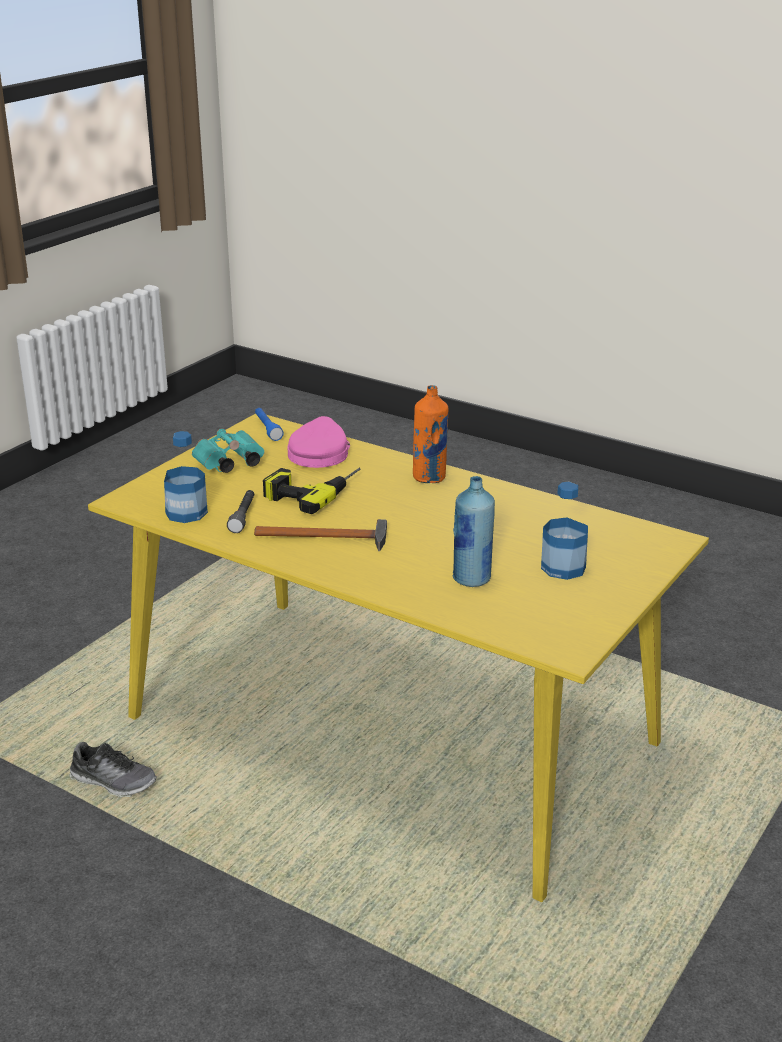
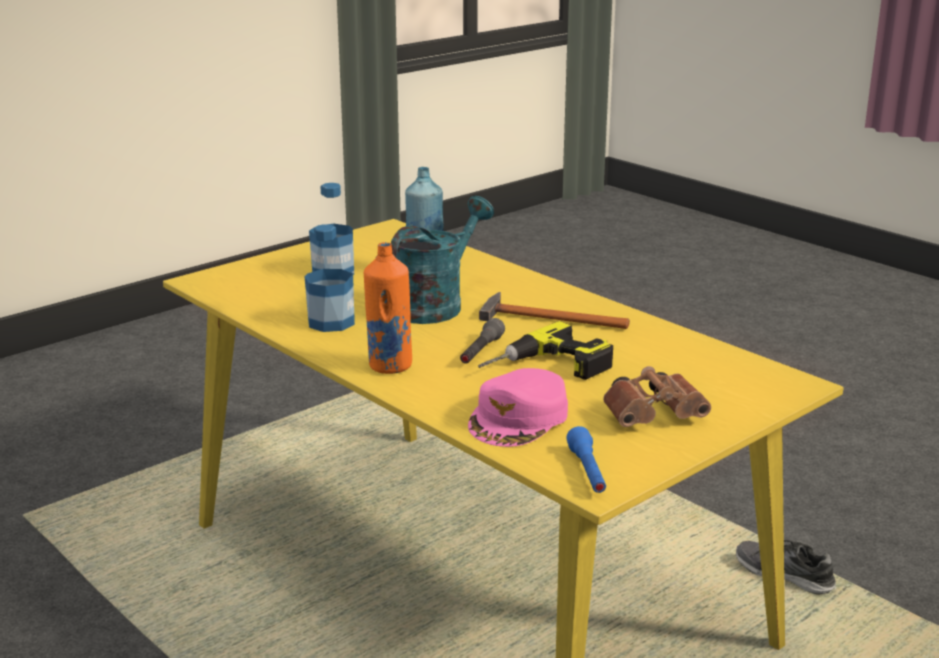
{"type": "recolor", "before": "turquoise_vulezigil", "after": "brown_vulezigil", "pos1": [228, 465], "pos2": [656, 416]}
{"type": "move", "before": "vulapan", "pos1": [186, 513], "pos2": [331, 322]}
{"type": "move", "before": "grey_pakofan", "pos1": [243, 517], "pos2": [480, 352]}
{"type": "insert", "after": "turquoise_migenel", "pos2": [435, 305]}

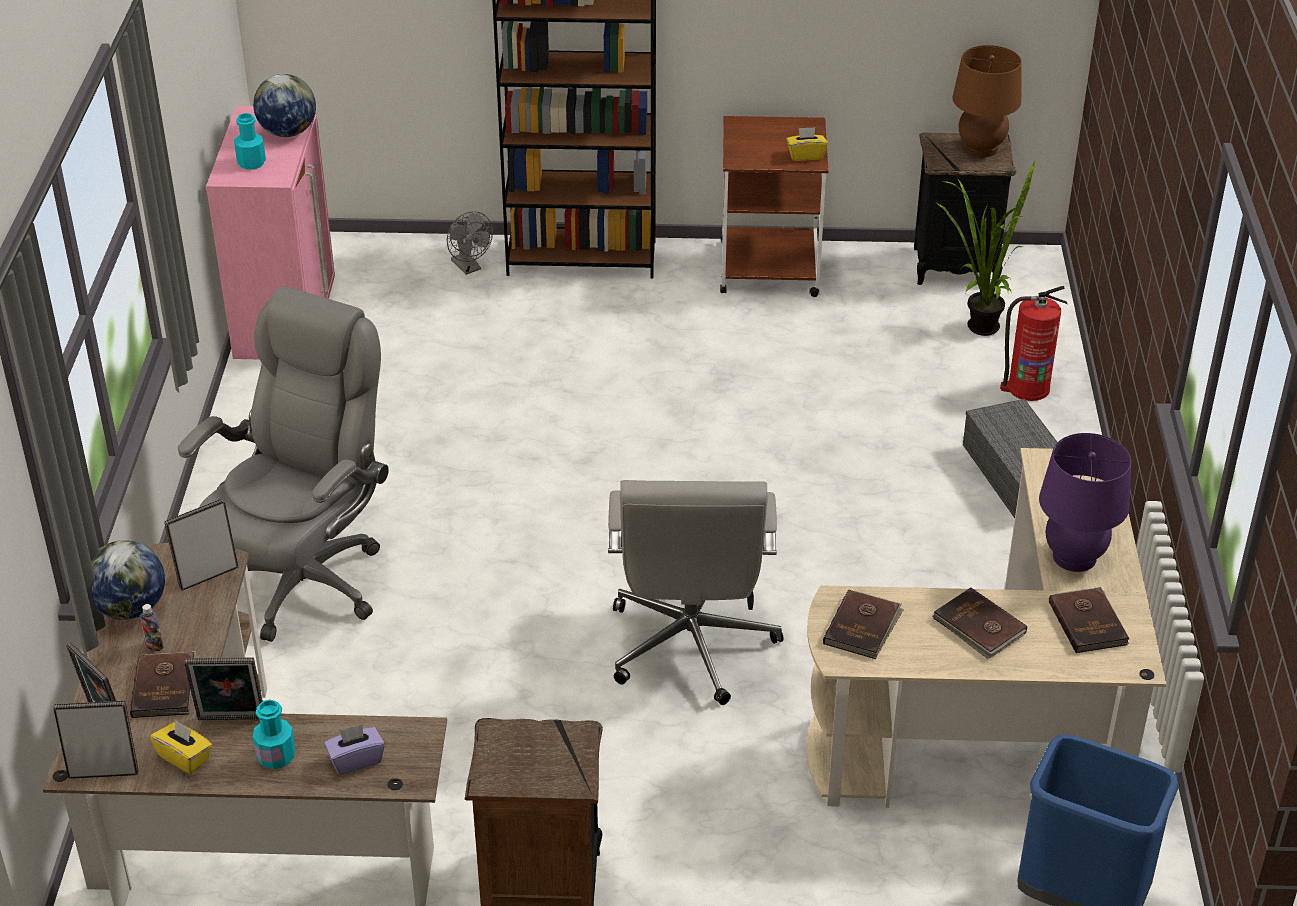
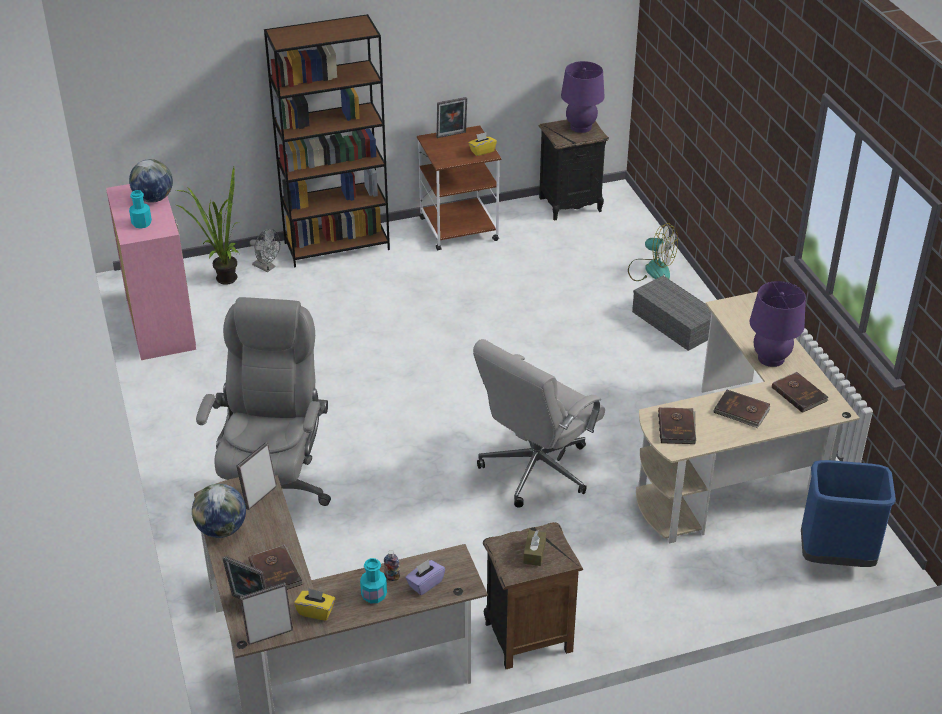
{"type": "recolor", "before": "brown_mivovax", "after": "purple_mivovax", "pos1": [981, 148], "pos2": [581, 127]}
{"type": "move", "before": "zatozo", "pos1": [975, 325], "pos2": [221, 279]}
{"type": "replace", "before": "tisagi", "after": "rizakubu", "pos1": [1027, 388], "pos2": [651, 269]}
{"type": "rotate", "before": "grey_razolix", "pos1": [691, 642], "pos2": [537, 468], "turn": 60}
{"type": "move", "before": "vulapan", "pos1": [154, 646], "pos2": [392, 577]}
{"type": "move", "before": "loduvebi", "pos1": [231, 720], "pos2": [451, 135]}
{"type": "insert", "after": "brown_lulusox", "pos2": [534, 553]}

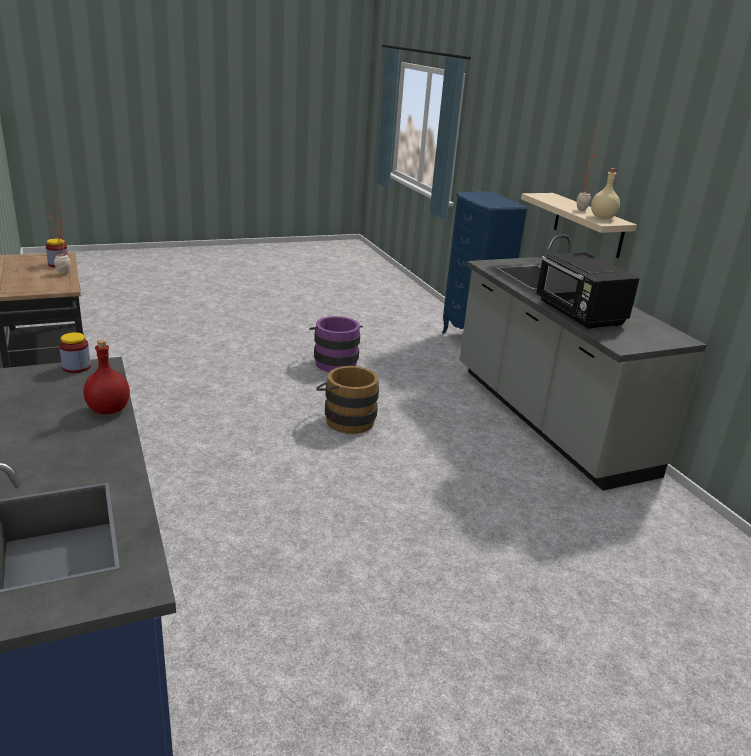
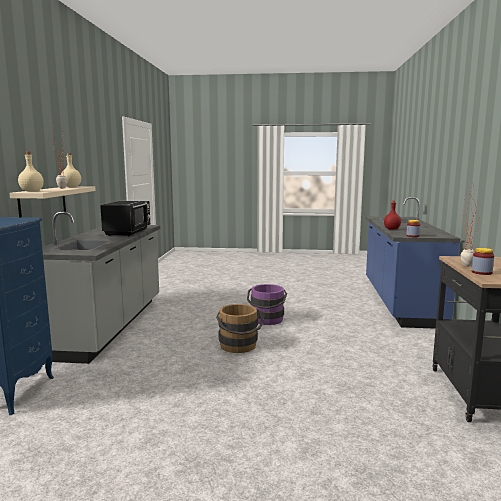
{"type": "move", "before": "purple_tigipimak", "pos1": [334, 362], "pos2": [267, 320]}
{"type": "insert", "after": "beige_vulapan", "pos2": [31, 191]}

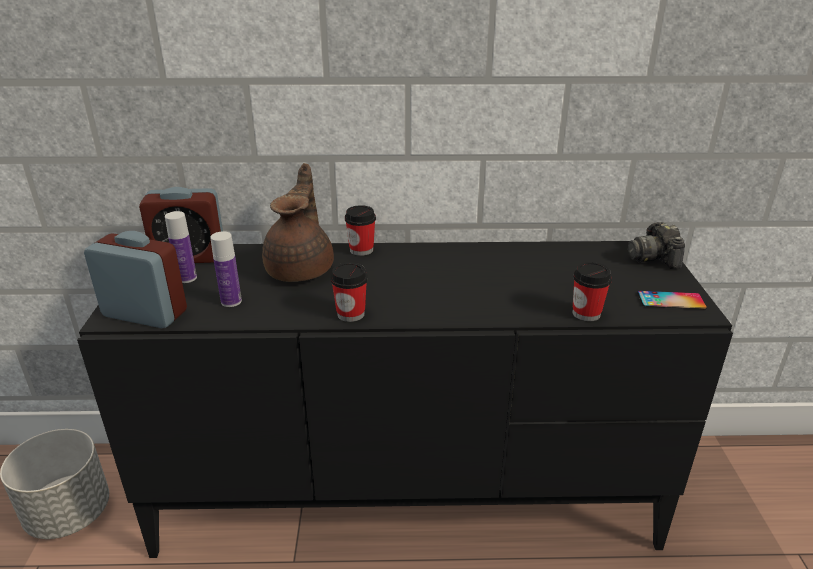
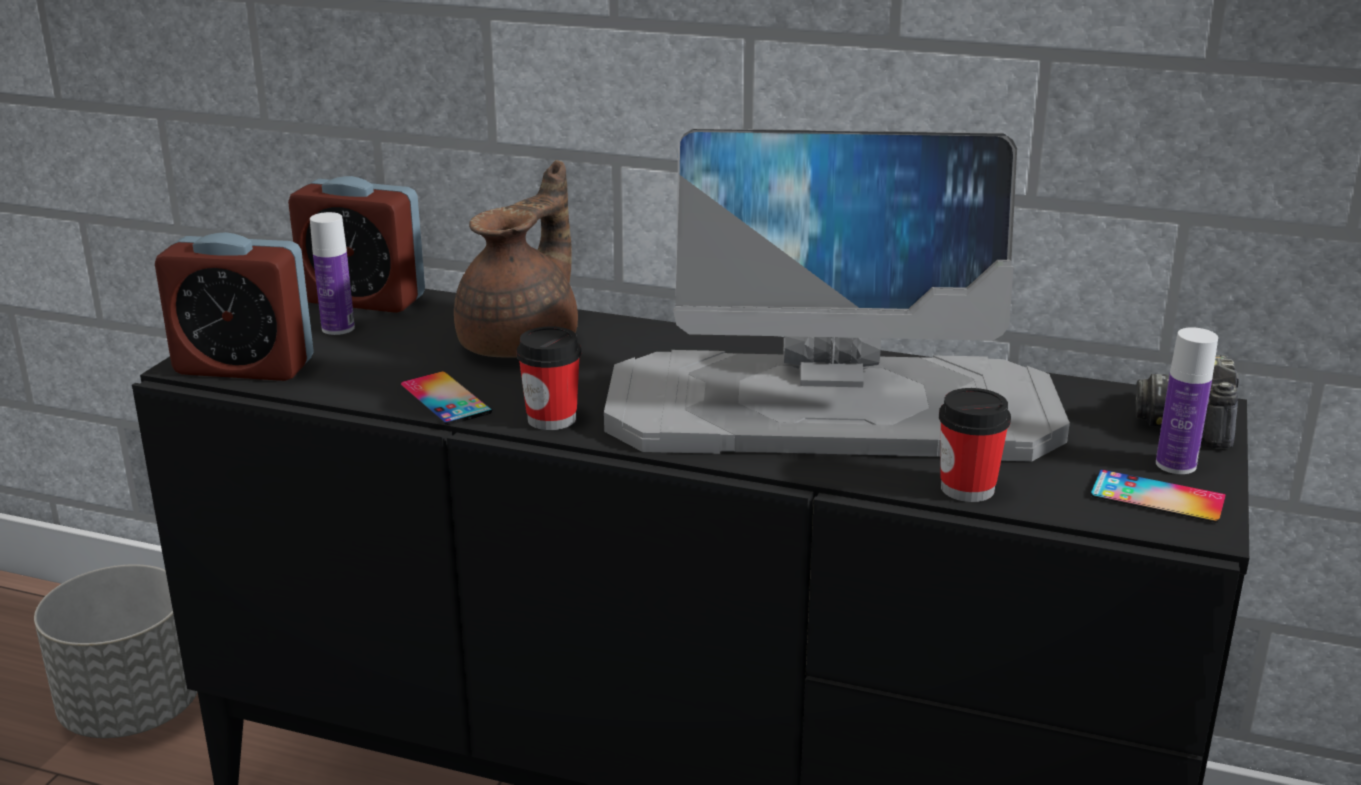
{"type": "delete", "before": "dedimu", "pos1": [361, 250]}
{"type": "rotate", "before": "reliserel", "pos1": [145, 314], "pos2": [244, 366], "turn": 150}
{"type": "move", "before": "vulapan", "pos1": [231, 301], "pos2": [1175, 465]}
{"type": "insert", "after": "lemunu", "pos2": [835, 411]}
{"type": "insert", "after": "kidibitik", "pos2": [445, 399]}

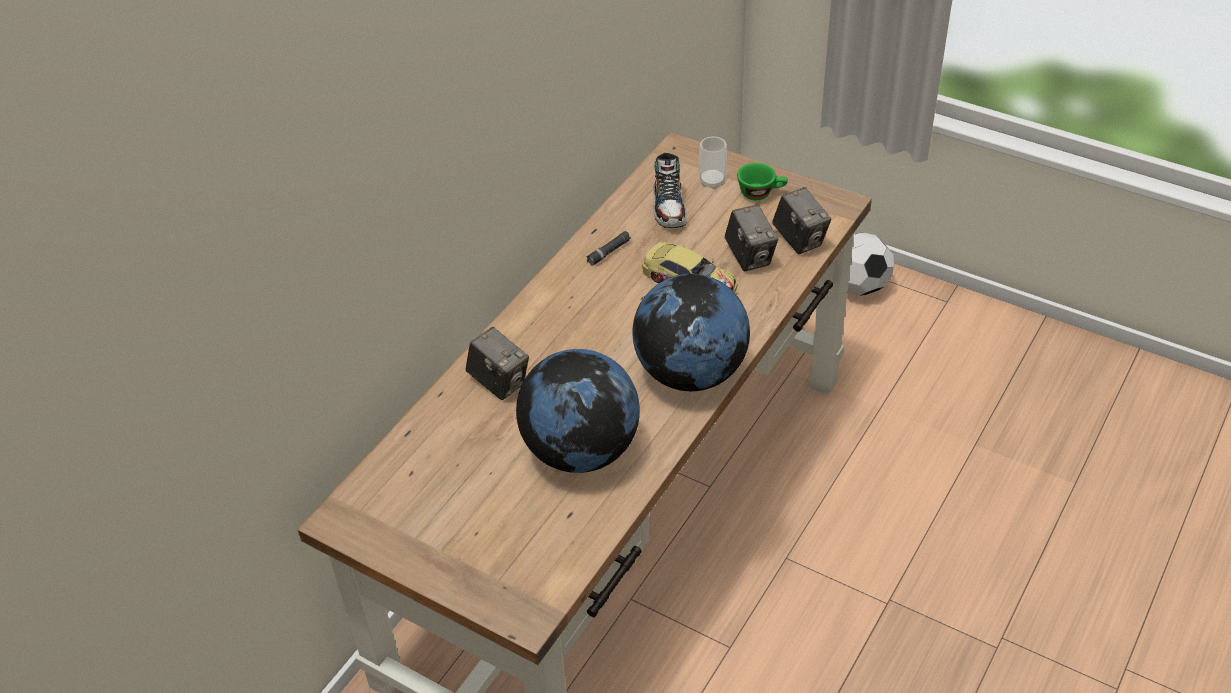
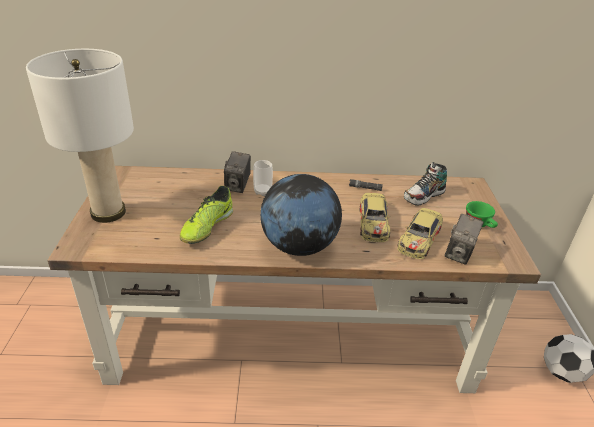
{"type": "move", "before": "dedimu", "pos1": [712, 182], "pos2": [262, 192]}
{"type": "replace", "before": "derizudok", "after": "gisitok", "pos1": [750, 257], "pos2": [419, 238]}
{"type": "replace", "before": "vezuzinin", "after": "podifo", "pos1": [581, 451], "pos2": [207, 227]}
{"type": "insert", "after": "white_mivovax", "pos2": [107, 213]}

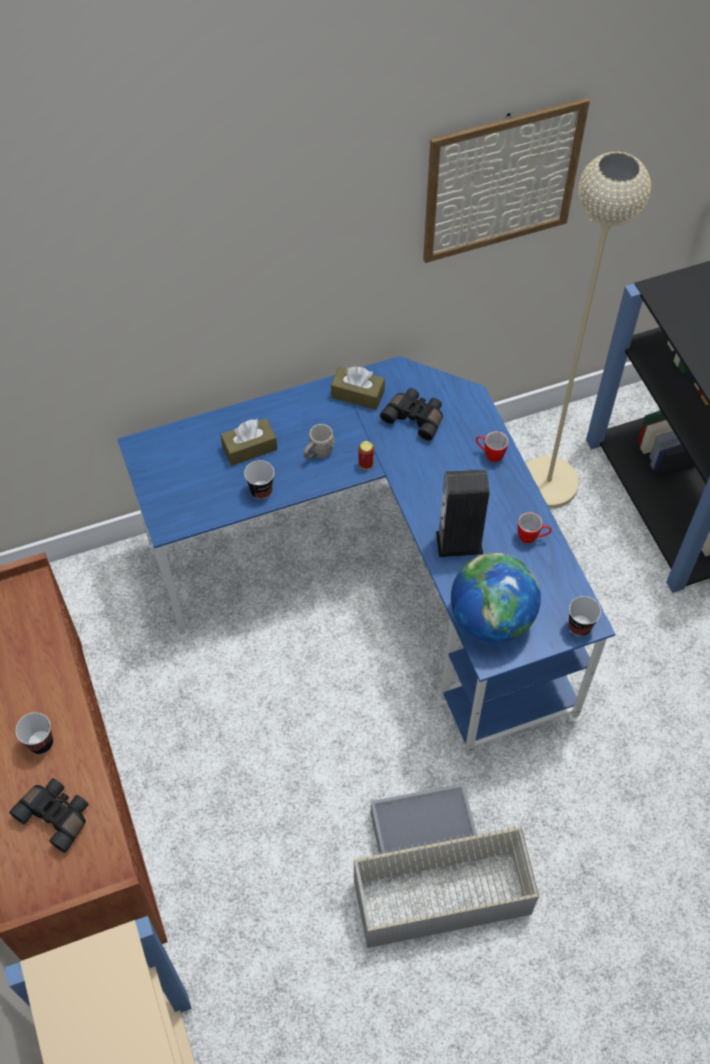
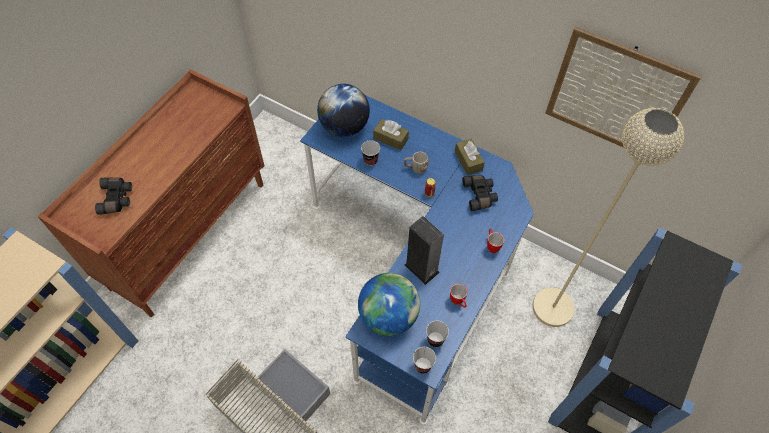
{"type": "move", "before": "dedimu", "pos1": [41, 743], "pos2": [435, 340]}
{"type": "insert", "after": "vezuzinin", "pos2": [344, 127]}

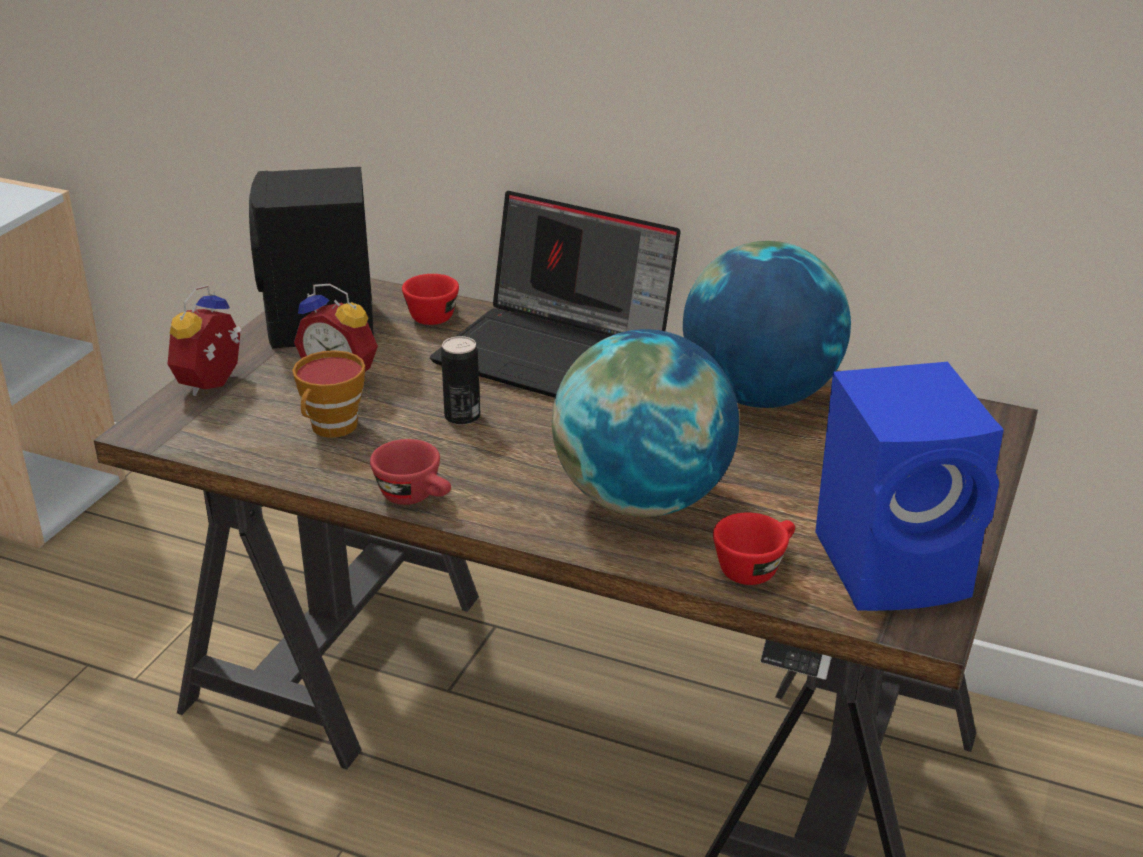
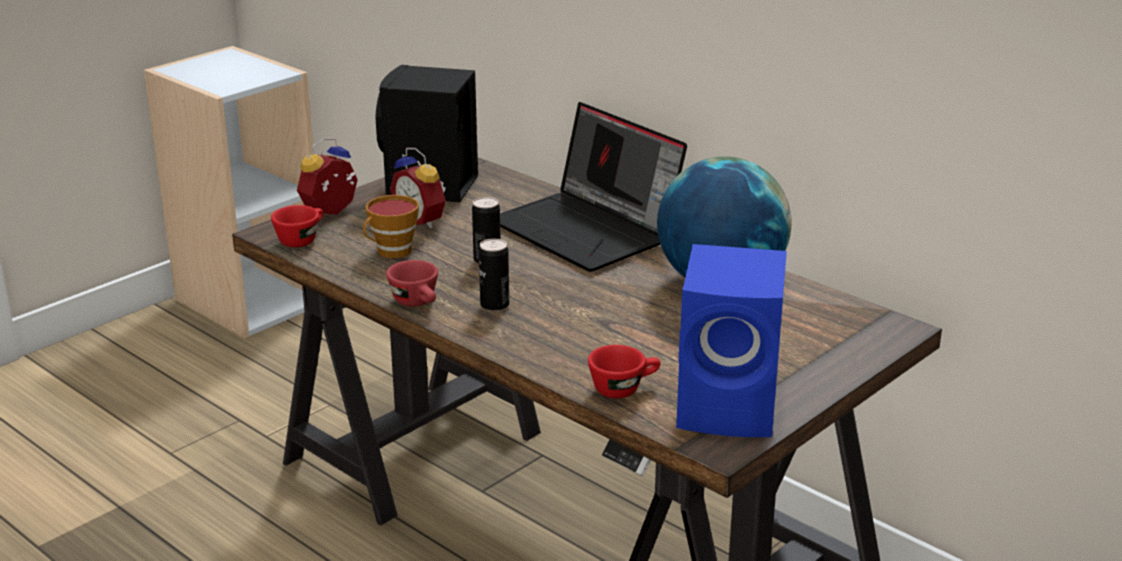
{"type": "move", "before": "red_dedimu", "pos1": [433, 314], "pos2": [301, 239]}
{"type": "delete", "before": "vezuzinin", "pos1": [643, 500]}
{"type": "insert", "after": "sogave", "pos2": [494, 305]}

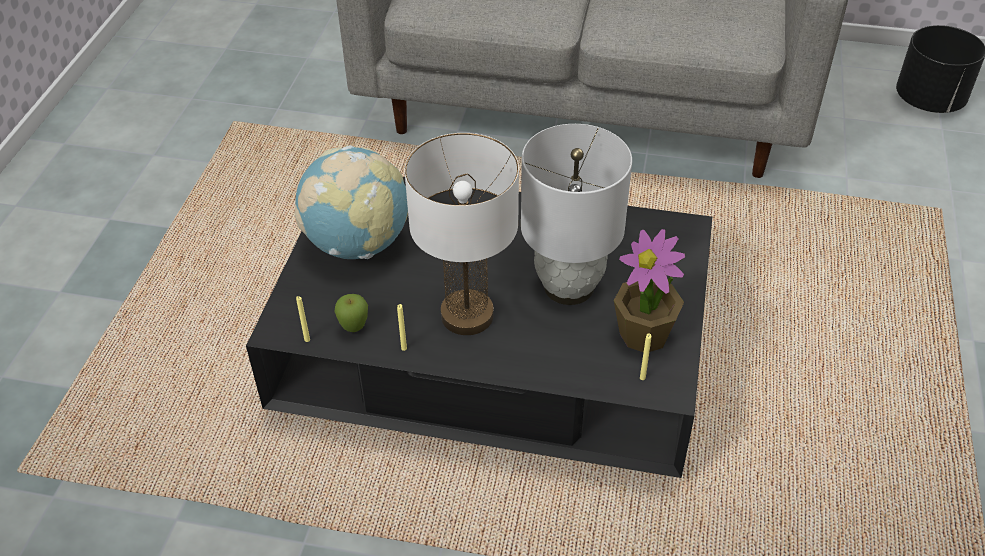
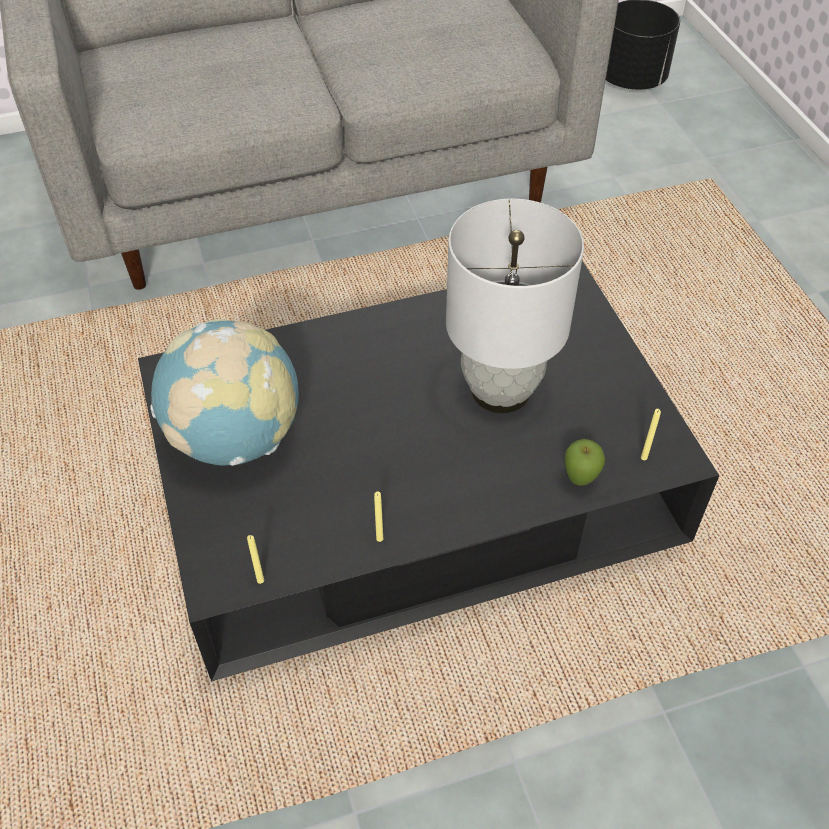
{"type": "delete", "before": "mivovax", "pos1": [467, 315]}
{"type": "delete", "before": "zatozo", "pos1": [644, 334]}
{"type": "move", "before": "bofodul", "pos1": [354, 329], "pos2": [580, 480]}

